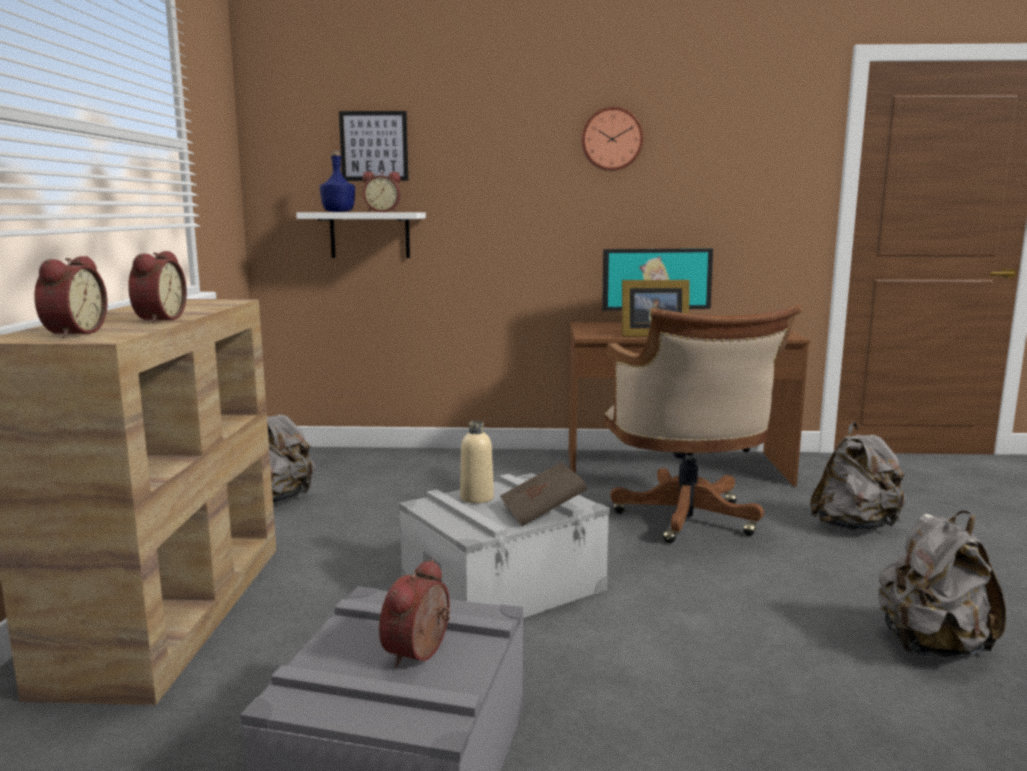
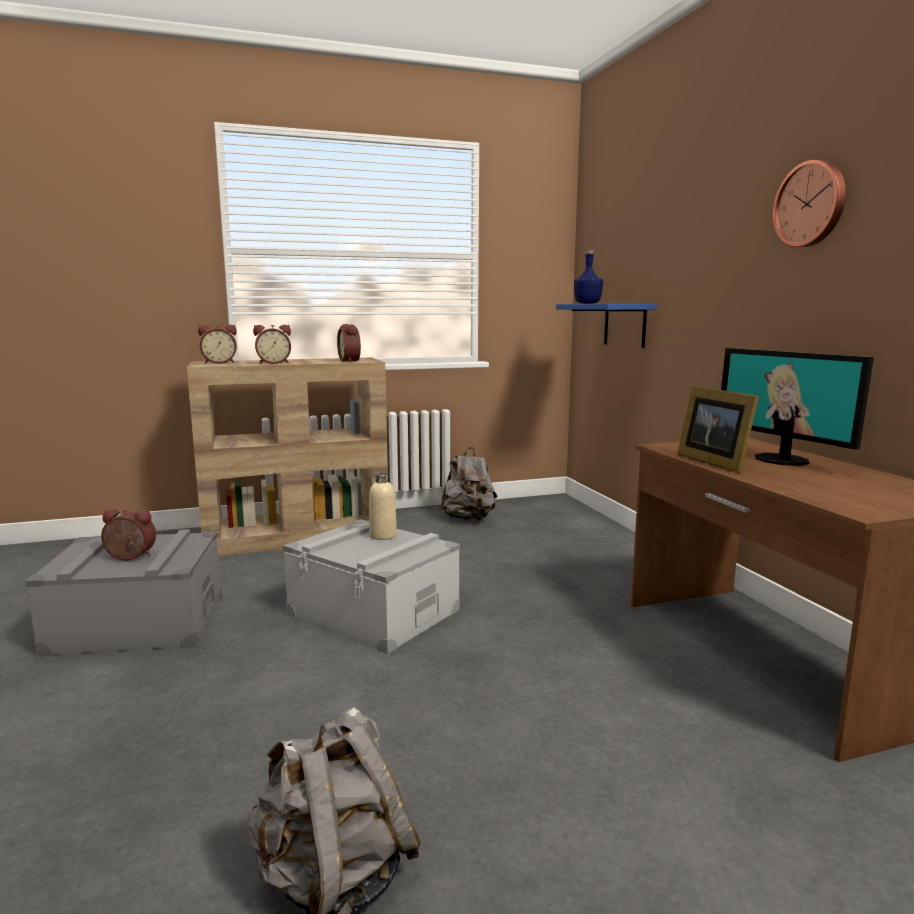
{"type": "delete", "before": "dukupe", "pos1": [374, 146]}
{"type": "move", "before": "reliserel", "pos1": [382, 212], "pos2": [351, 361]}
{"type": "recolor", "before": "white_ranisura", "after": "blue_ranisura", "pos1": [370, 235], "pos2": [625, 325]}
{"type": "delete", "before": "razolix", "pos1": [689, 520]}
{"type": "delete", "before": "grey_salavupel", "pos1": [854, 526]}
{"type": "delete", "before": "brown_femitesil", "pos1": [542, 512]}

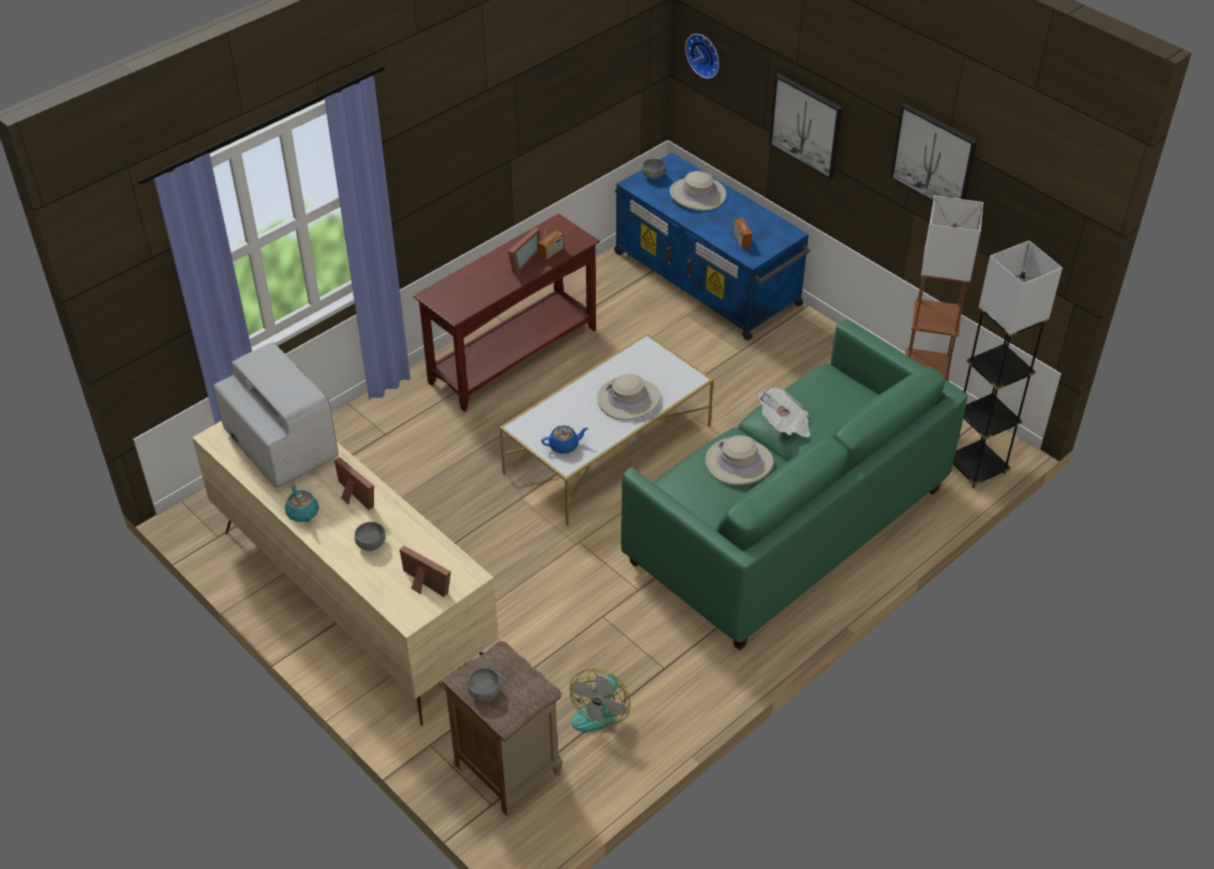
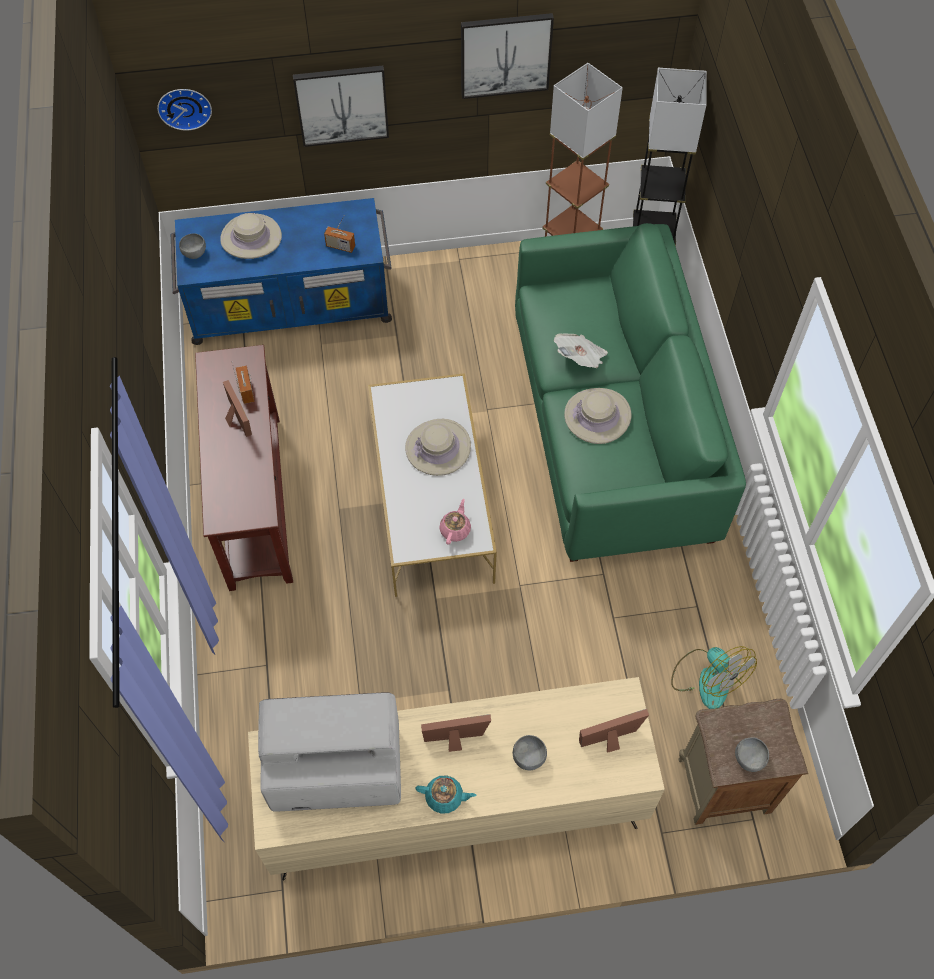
{"type": "recolor", "before": "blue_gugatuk", "after": "pink_gugatuk", "pos1": [564, 446], "pos2": [455, 529]}

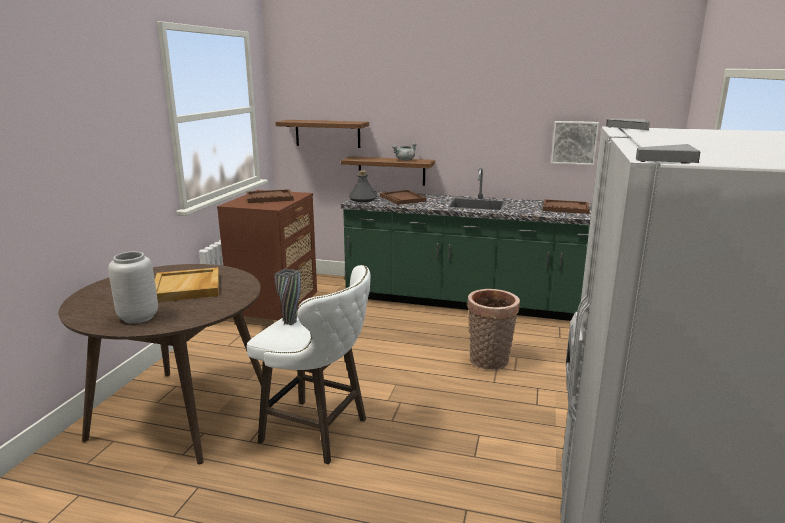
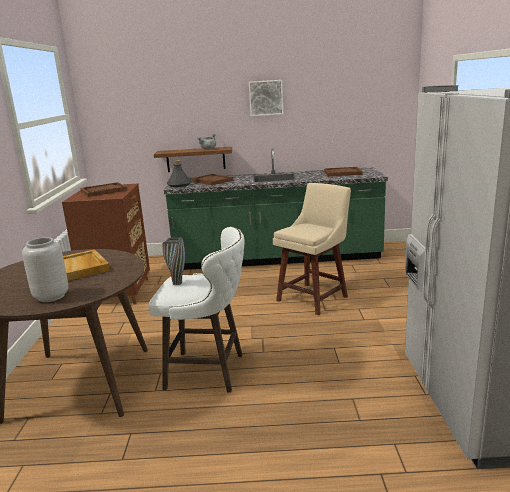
{"type": "delete", "before": "ranisura", "pos1": [327, 133]}
{"type": "move", "before": "dukupe", "pos1": [574, 142], "pos2": [266, 98]}
{"type": "replace", "before": "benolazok", "after": "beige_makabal", "pos1": [489, 362], "pos2": [314, 297]}

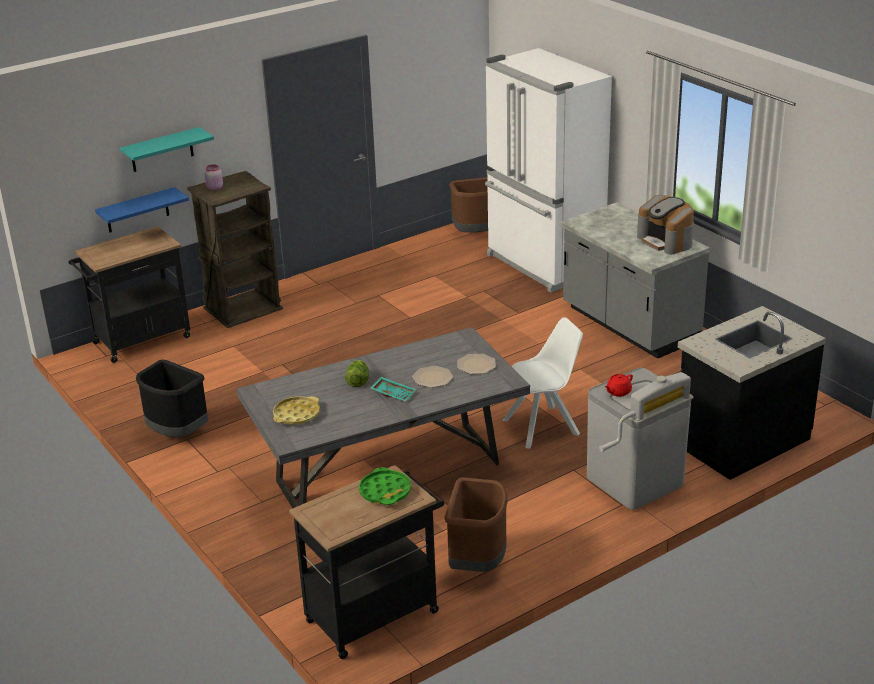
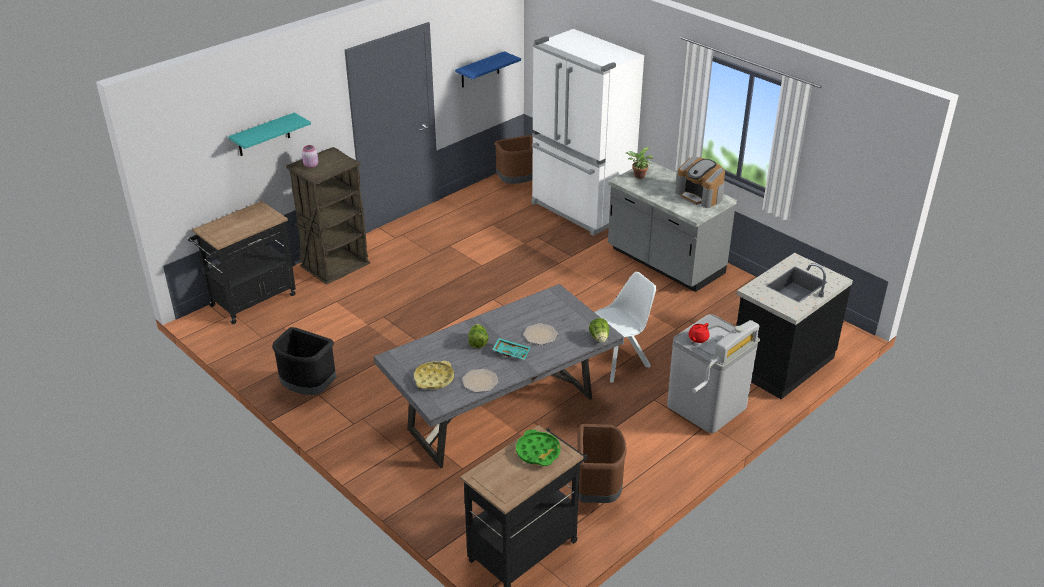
{"type": "move", "before": "blue_ranisura", "pos1": [137, 210], "pos2": [480, 70]}
{"type": "move", "before": "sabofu", "pos1": [476, 365], "pos2": [479, 381]}
{"type": "insert", "after": "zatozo", "pos2": [638, 176]}
{"type": "insert", "after": "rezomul", "pos2": [599, 338]}

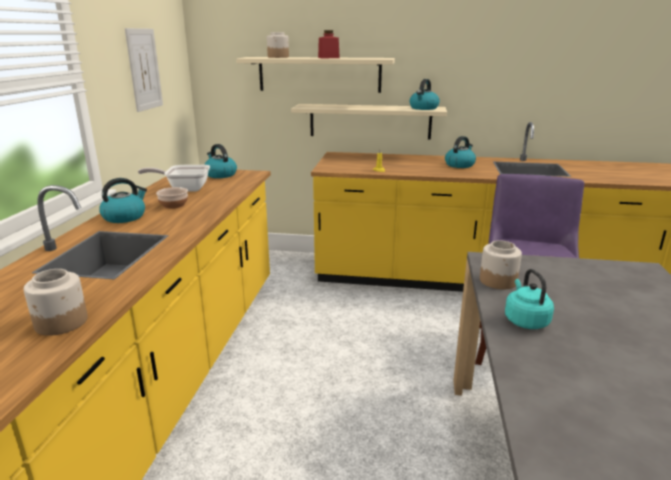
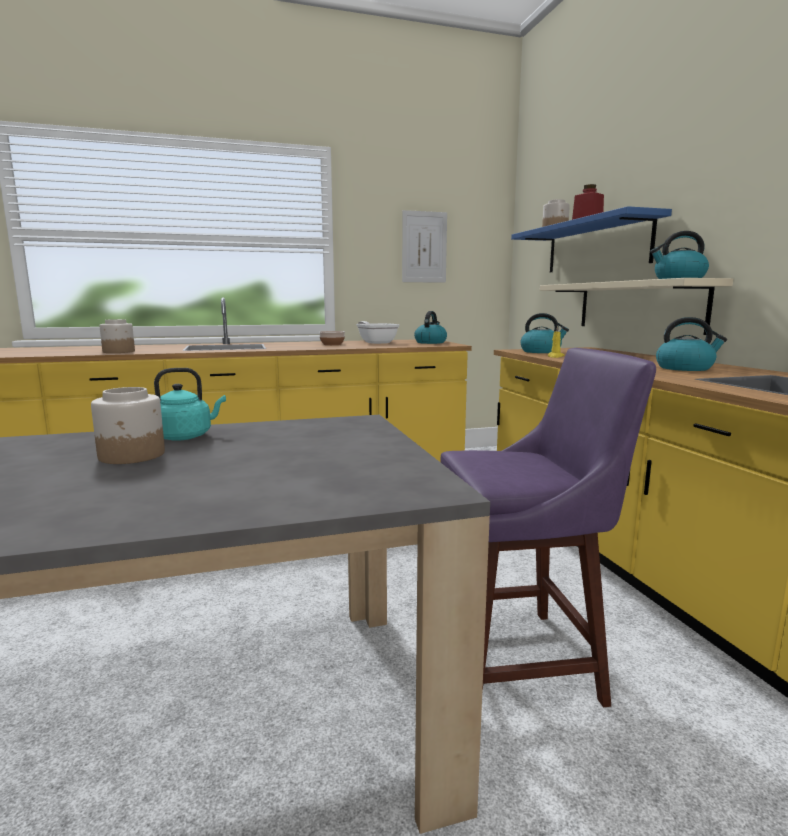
{"type": "recolor", "before": "beige_ranisura", "after": "blue_ranisura", "pos1": [319, 74], "pos2": [596, 246]}
{"type": "move", "before": "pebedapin", "pos1": [125, 217], "pos2": [541, 351]}
{"type": "move", "before": "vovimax", "pos1": [498, 281], "pos2": [132, 455]}

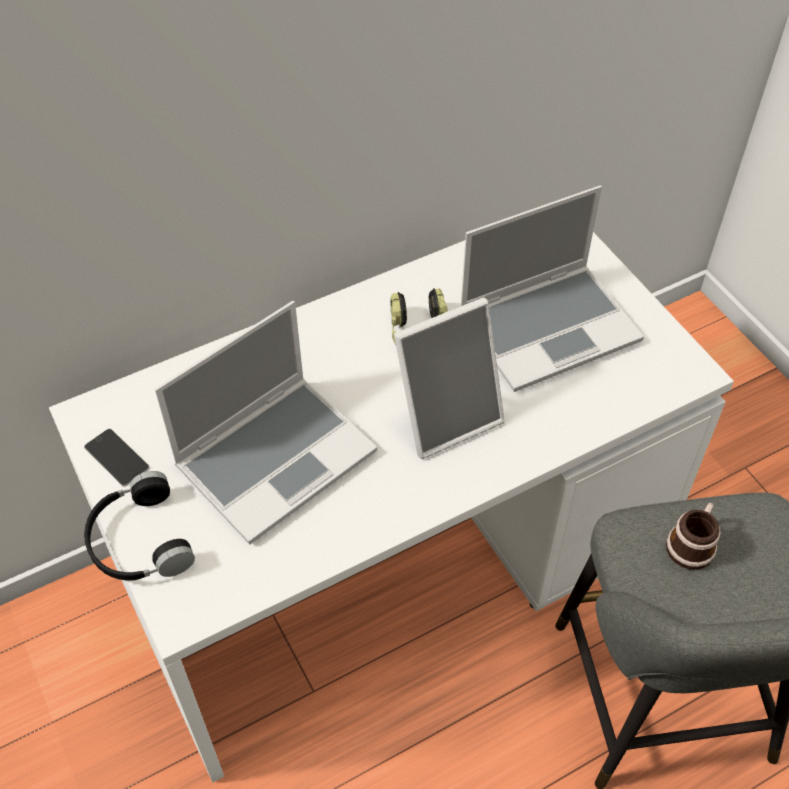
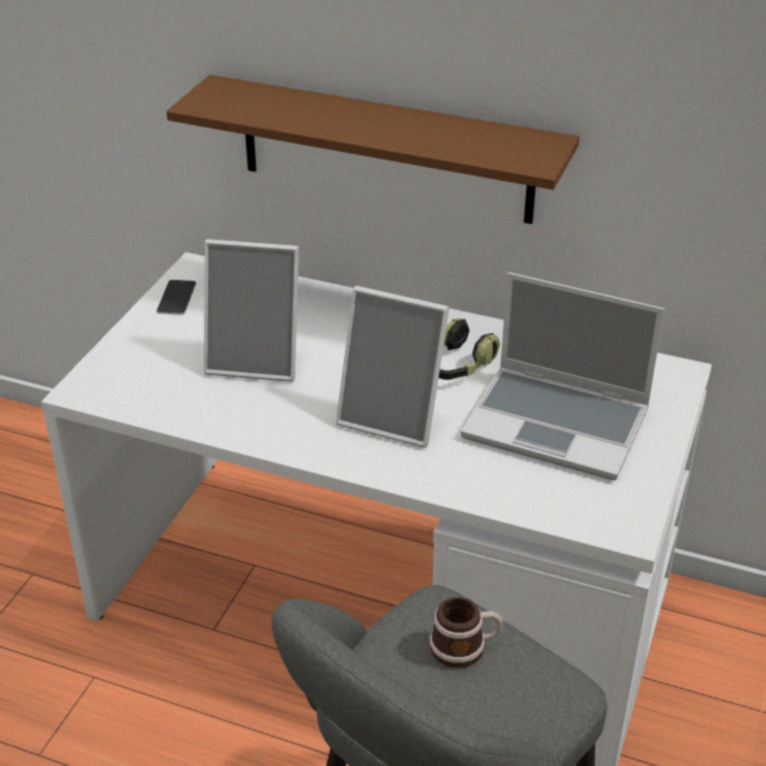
{"type": "replace", "before": "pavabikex", "after": "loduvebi", "pos1": [276, 457], "pos2": [257, 359]}
{"type": "delete", "before": "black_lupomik", "pos1": [137, 541]}
{"type": "insert", "after": "brown_ranisura", "pos2": [386, 150]}

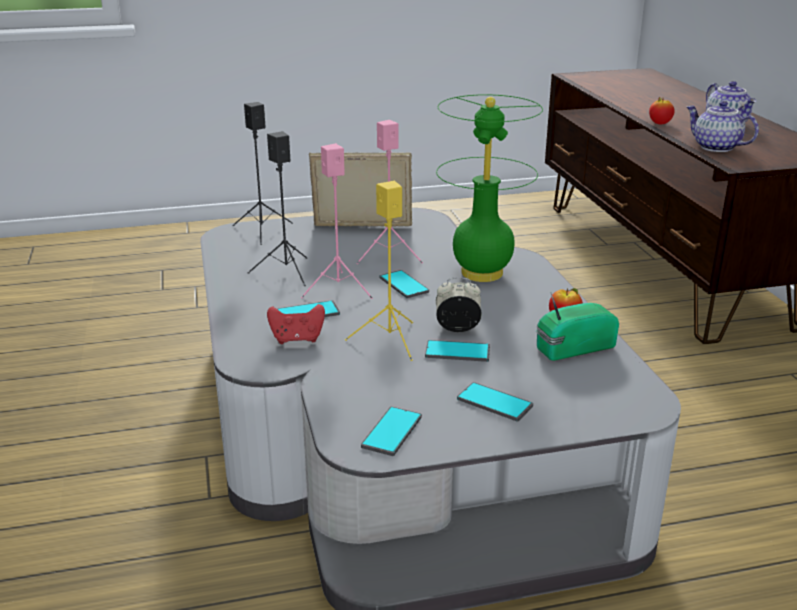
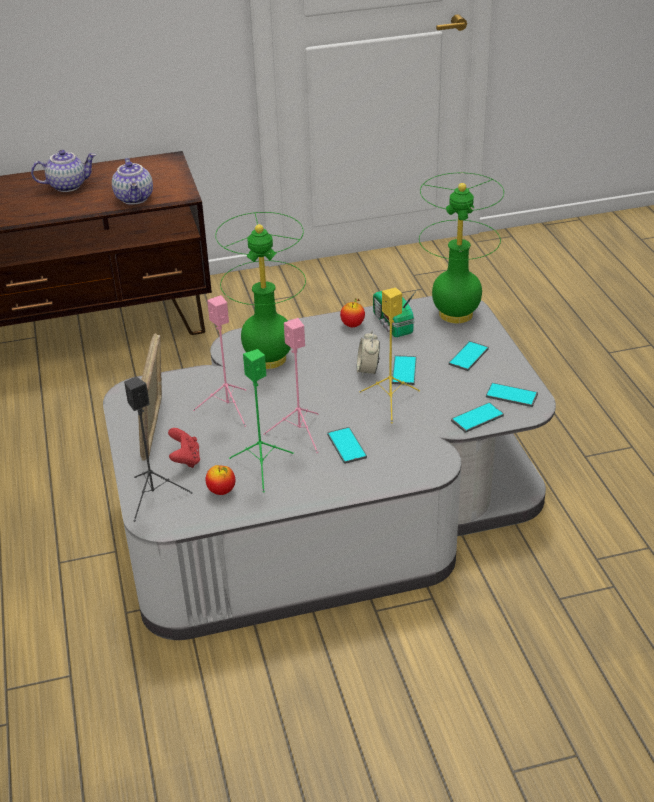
{"type": "move", "before": "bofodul", "pos1": [659, 124], "pos2": [222, 491]}
{"type": "rotate", "before": "gugatuk", "pos1": [715, 147], "pos2": [135, 198], "turn": -60}
{"type": "recolor", "before": "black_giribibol", "after": "green_giribibol", "pos1": [285, 272], "pos2": [262, 468]}
{"type": "move", "before": "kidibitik", "pos1": [403, 285], "pos2": [477, 418]}
{"type": "move", "before": "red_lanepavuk", "pos1": [297, 339], "pos2": [185, 459]}
{"type": "insert", "after": "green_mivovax", "pos2": [456, 314]}

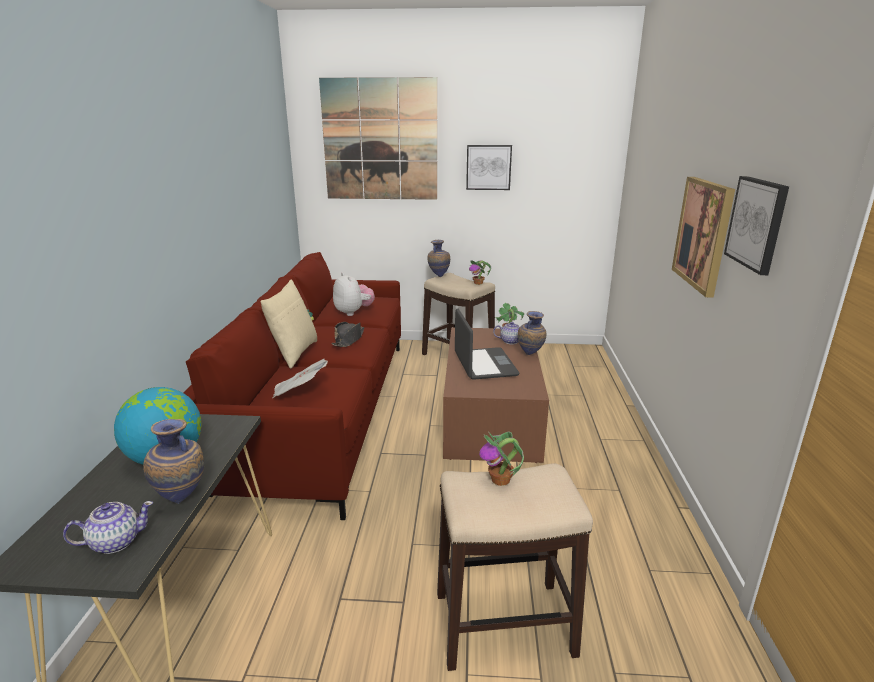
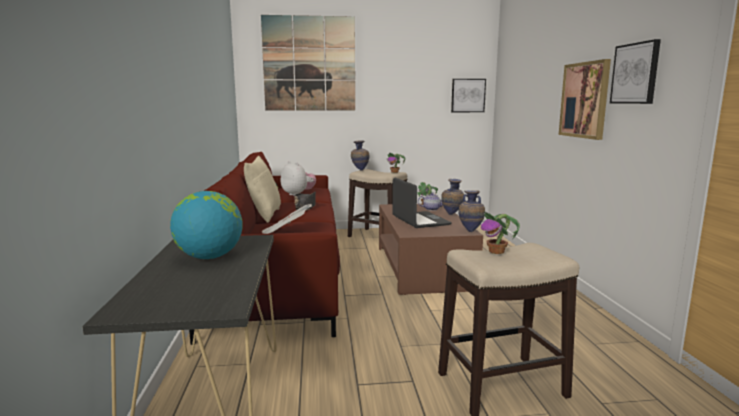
{"type": "move", "before": "dukupe", "pos1": [488, 167], "pos2": [468, 95]}
{"type": "move", "before": "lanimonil", "pos1": [183, 498], "pos2": [471, 231]}
{"type": "delete", "before": "gugatuk", "pos1": [115, 542]}

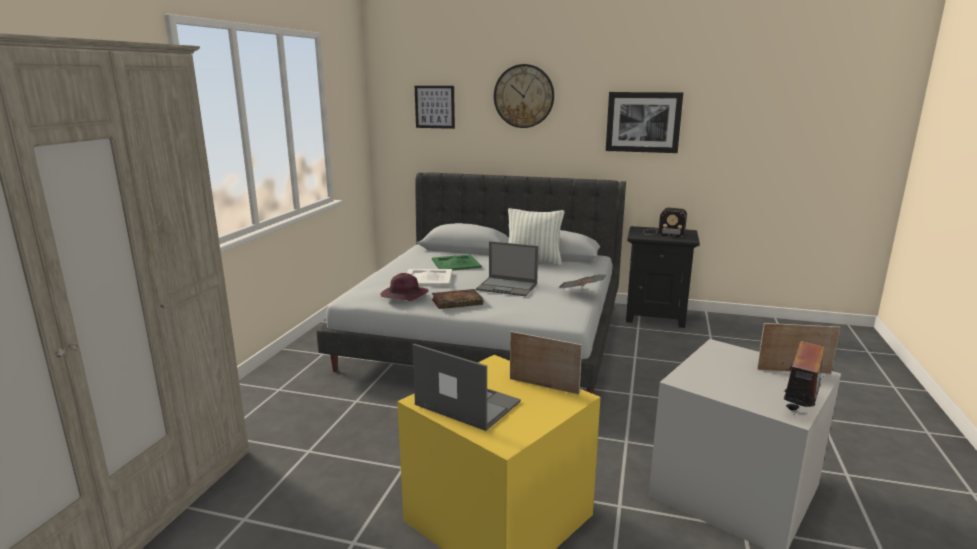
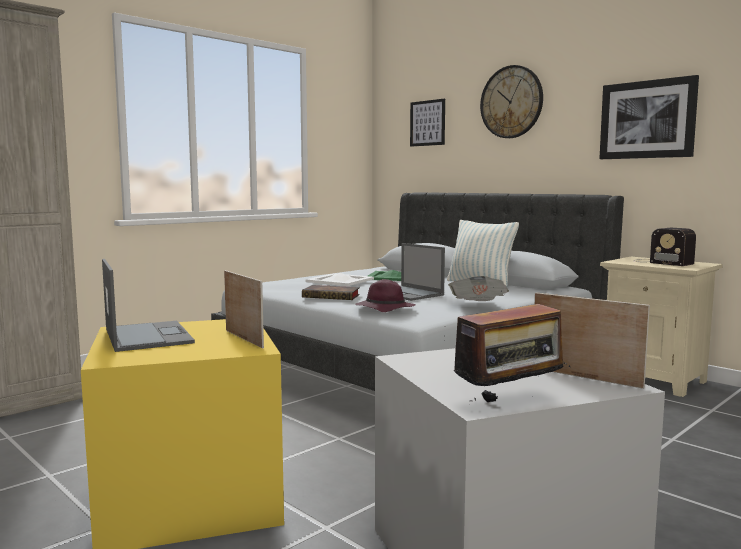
{"type": "recolor", "before": "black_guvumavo", "after": "beige_guvumavo", "pos1": [656, 317], "pos2": [654, 381]}
{"type": "move", "before": "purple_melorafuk", "pos1": [403, 296], "pos2": [384, 309]}

